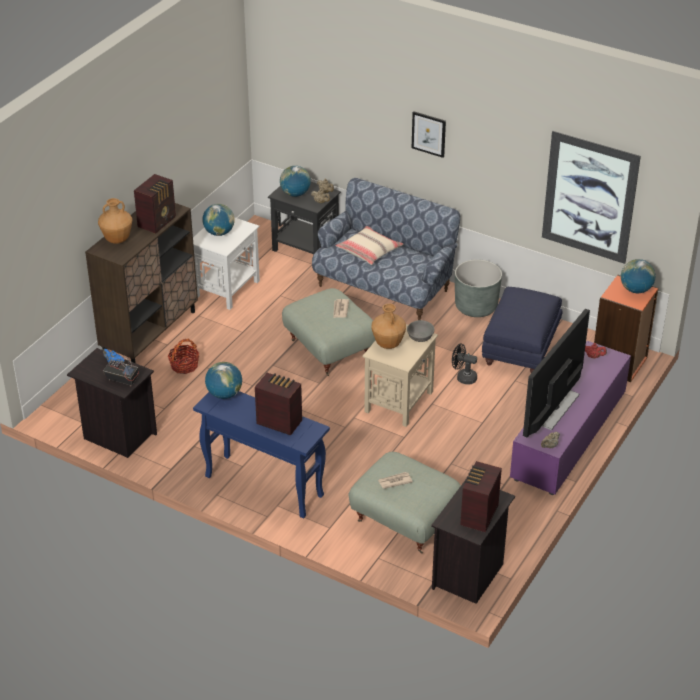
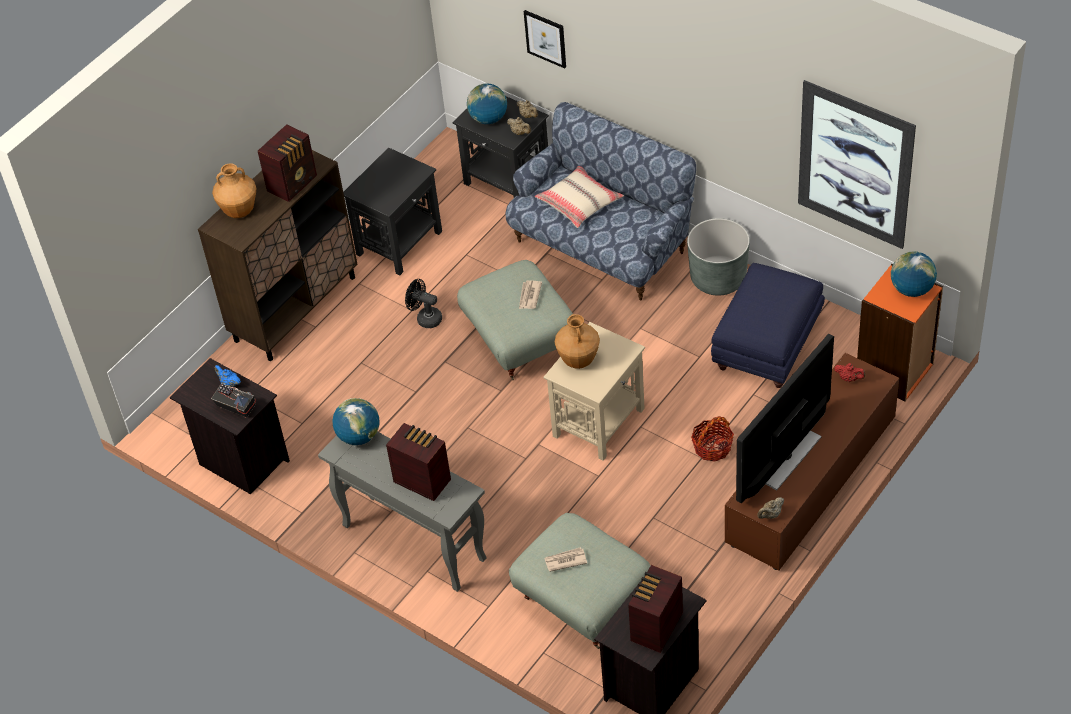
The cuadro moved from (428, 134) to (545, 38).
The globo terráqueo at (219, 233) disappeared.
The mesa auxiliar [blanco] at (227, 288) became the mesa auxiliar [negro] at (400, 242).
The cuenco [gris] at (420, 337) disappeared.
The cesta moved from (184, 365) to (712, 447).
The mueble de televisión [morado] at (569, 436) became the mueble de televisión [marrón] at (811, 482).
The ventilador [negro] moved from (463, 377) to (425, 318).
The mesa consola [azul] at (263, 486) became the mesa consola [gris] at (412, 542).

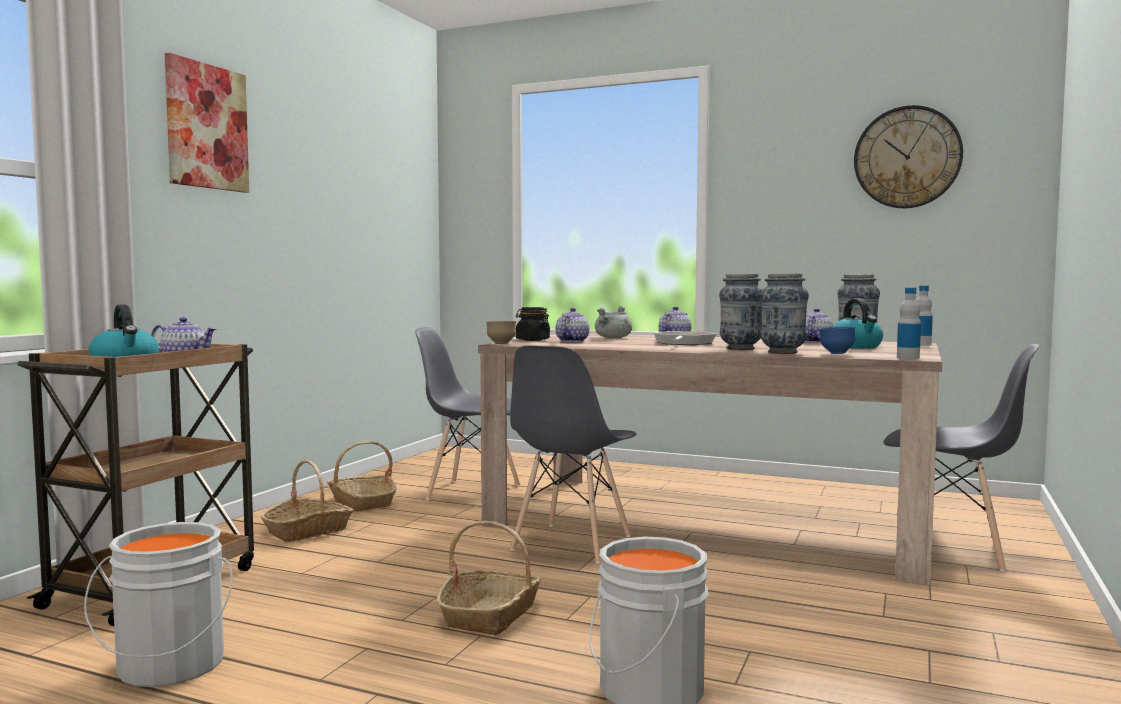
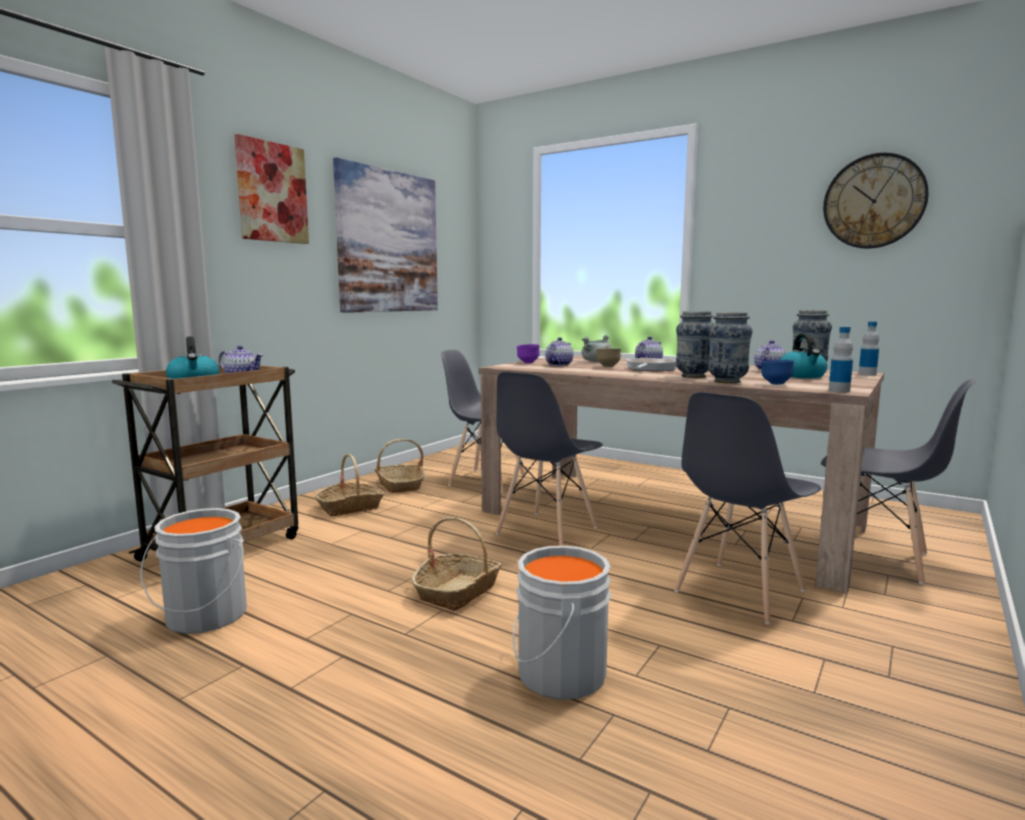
The tarro [negro] at (532, 340) was replaced by the cuenco [morado] at (528, 363).
The cuenco [marrón] moved from (501, 344) to (608, 367).
The cuadro at (388, 242) appeared.
The silla [gris] at (739, 591) appeared.

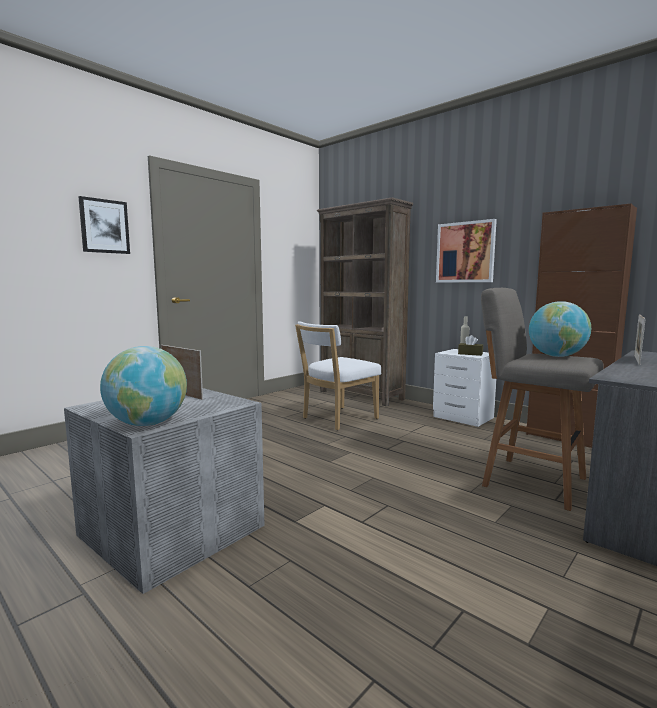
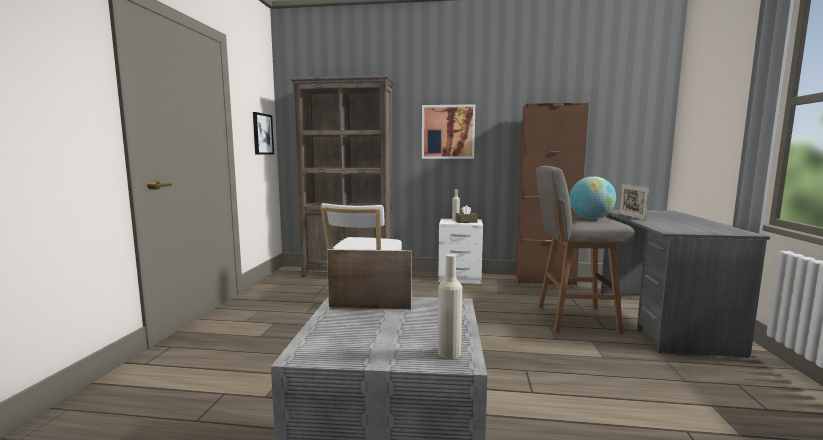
The cuadro moved from (104, 226) to (262, 134).
The globo terráqueo at (147, 424) was replaced by the botella [beis] at (449, 353).

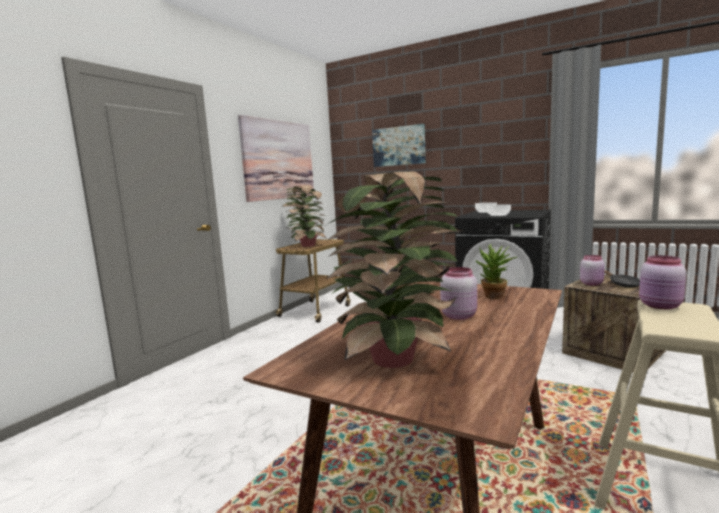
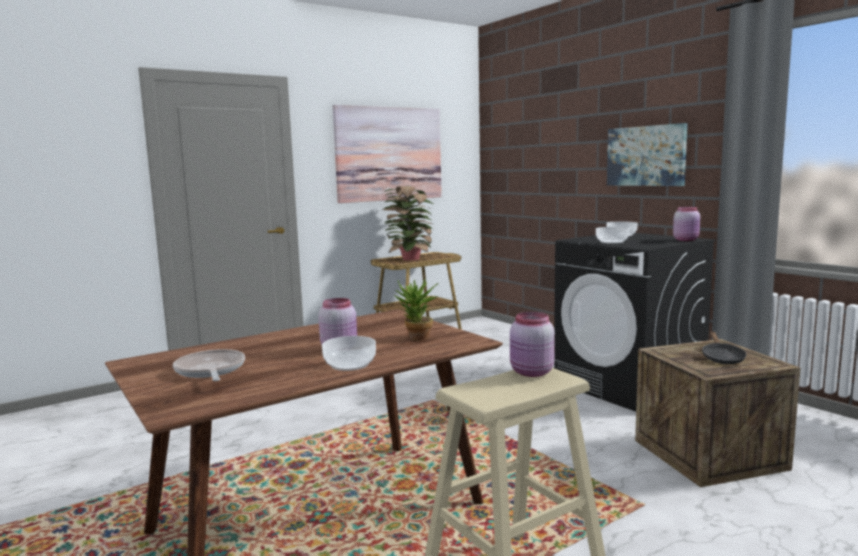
The cuadro moved from (398, 146) to (646, 156).
The planta en maceta at (397, 360) was replaced by the sartén at (210, 371).
The tarro [rosa] moved from (592, 283) to (686, 240).
The cuenco at (349, 364) appeared.

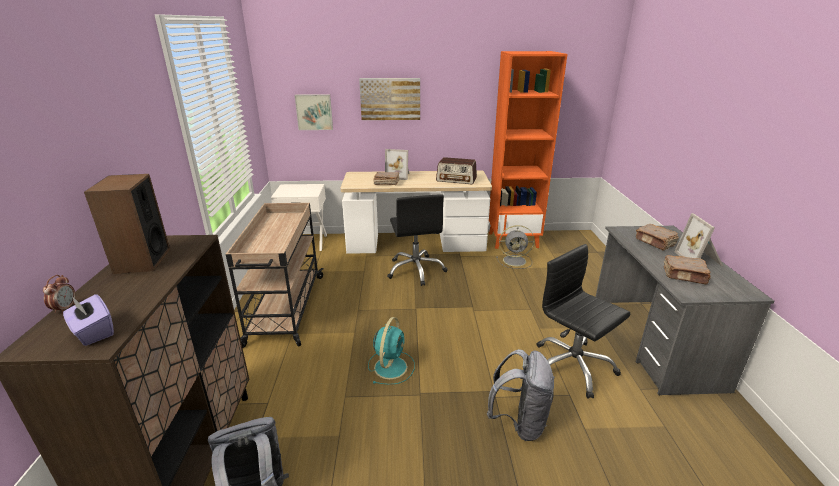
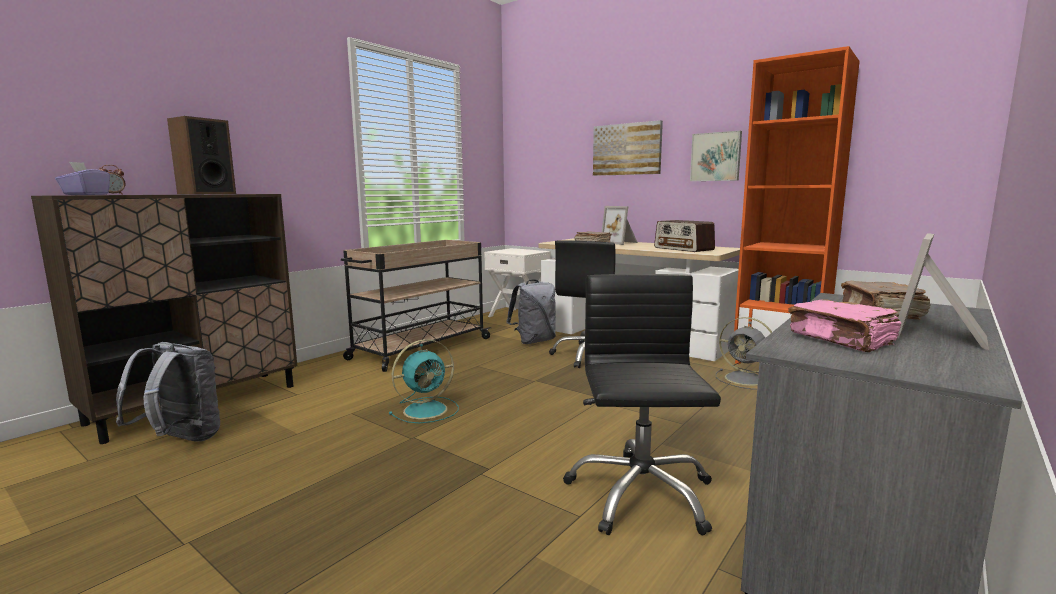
The cuadro moved from (314, 112) to (716, 157).
The libro [marrón] at (684, 276) became the libro [rosa] at (841, 340).
The mochila [gris] moved from (519, 422) to (534, 341).

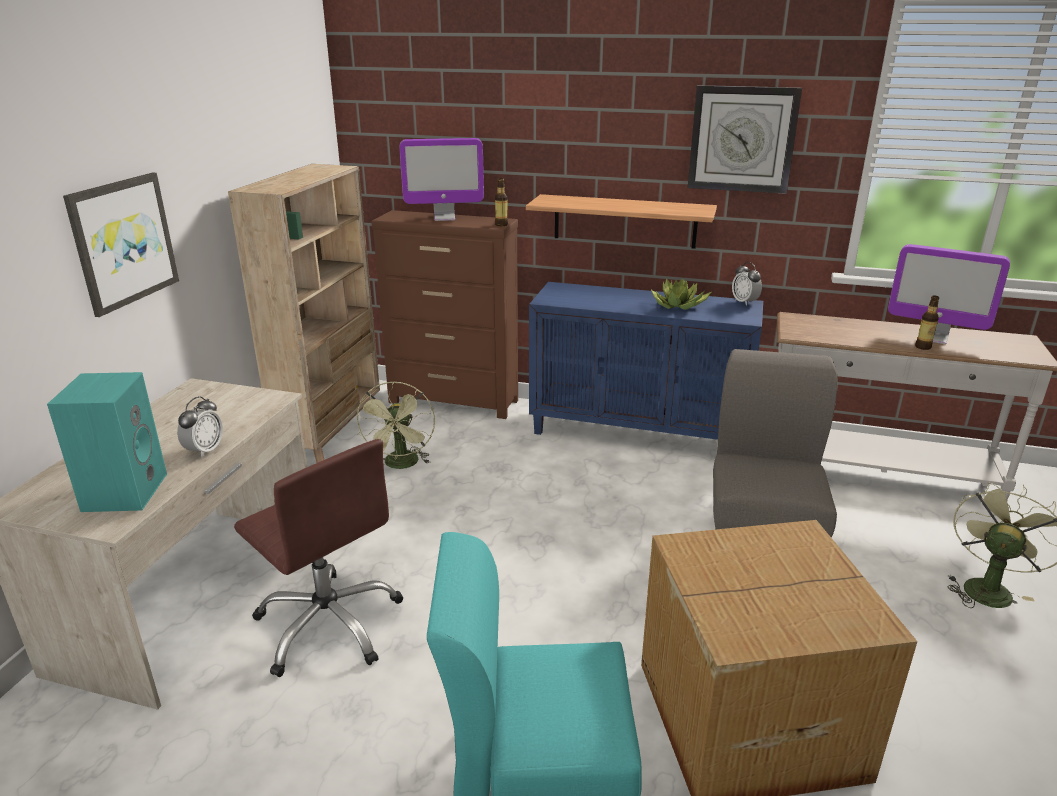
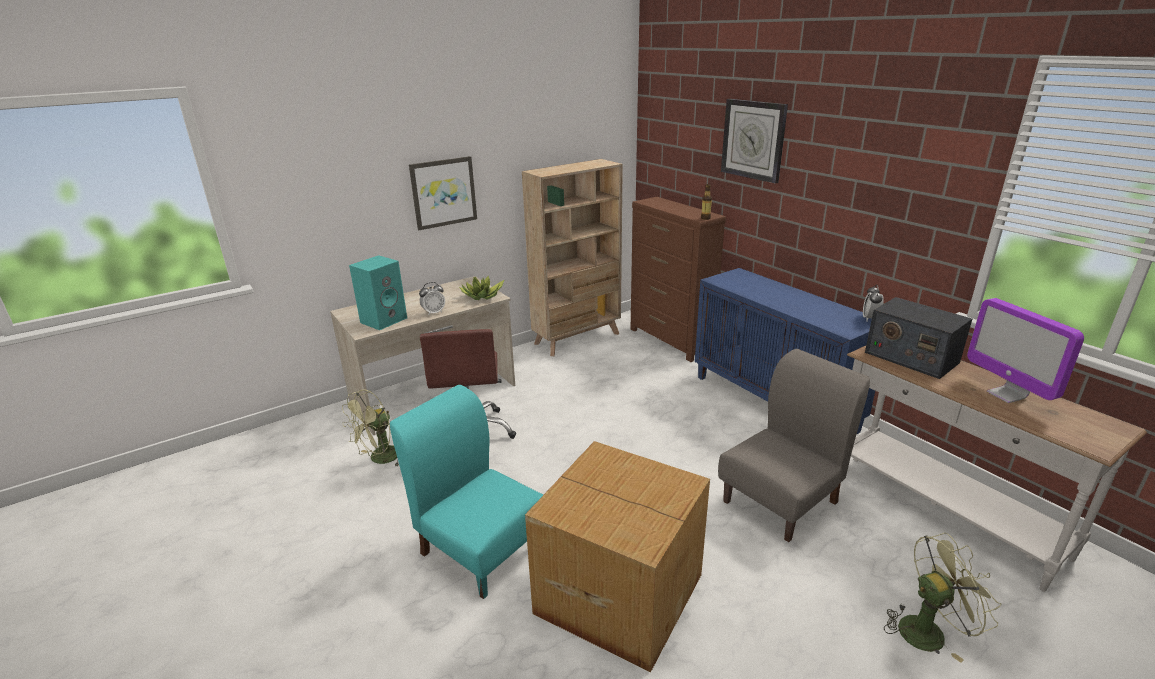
The reloj de pared moved from (742, 139) to (753, 140).
The monitor at (444, 218) disappeared.
The estante at (624, 221) disappeared.
The planta en maceta moved from (678, 305) to (483, 296).
The botella at (923, 347) disappeared.
The ventilador [verde] moved from (402, 465) to (380, 459).
The radio at (910, 357) appeared.

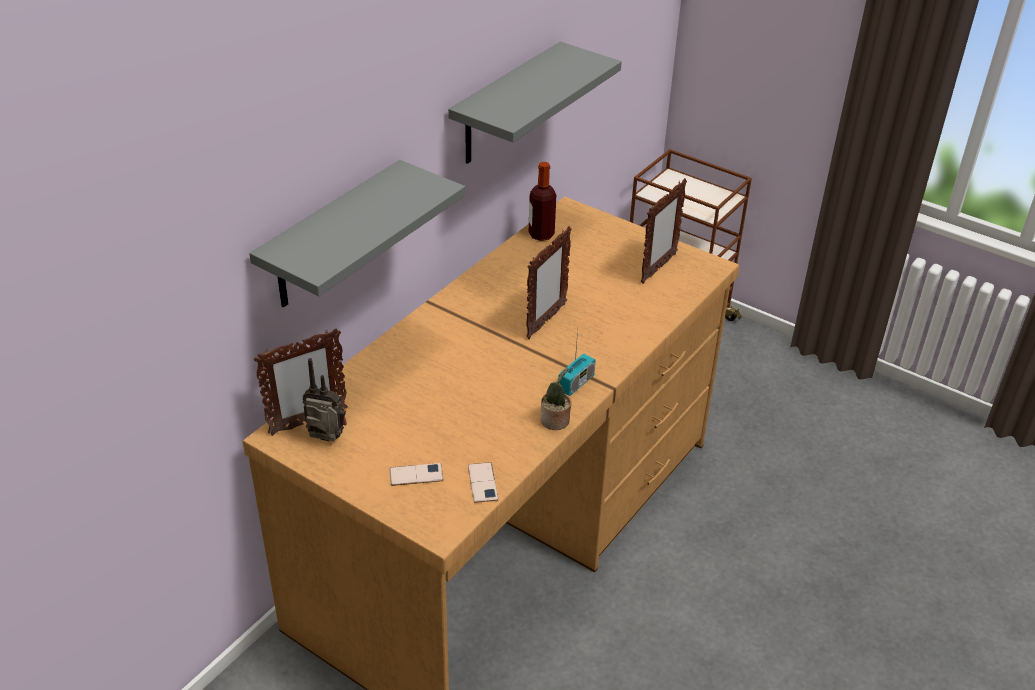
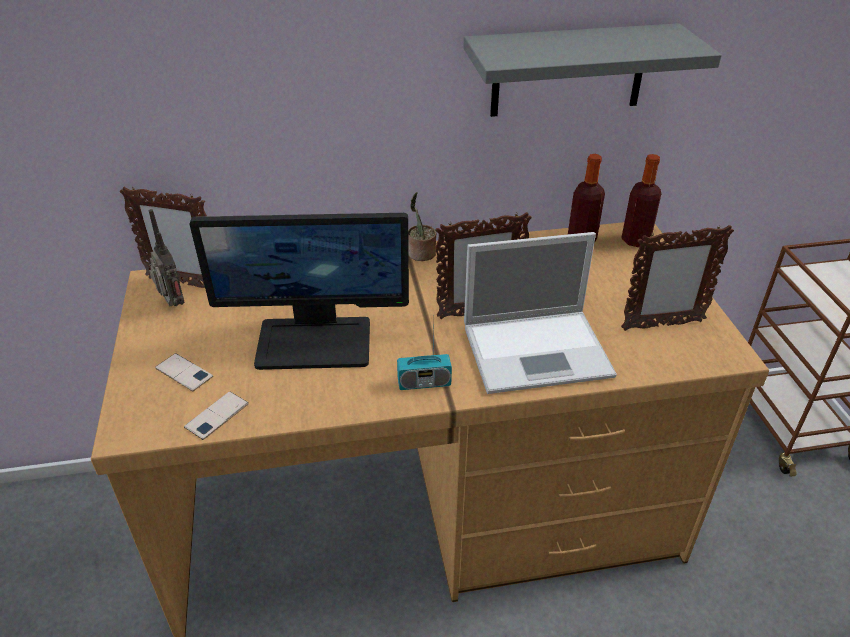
The estante [gris] at (332, 237) disappeared.
The planta en maceta moved from (555, 421) to (421, 254).
The botella at (635, 240) appeared.
The monitor at (315, 341) appeared.
The portátil at (539, 350) appeared.

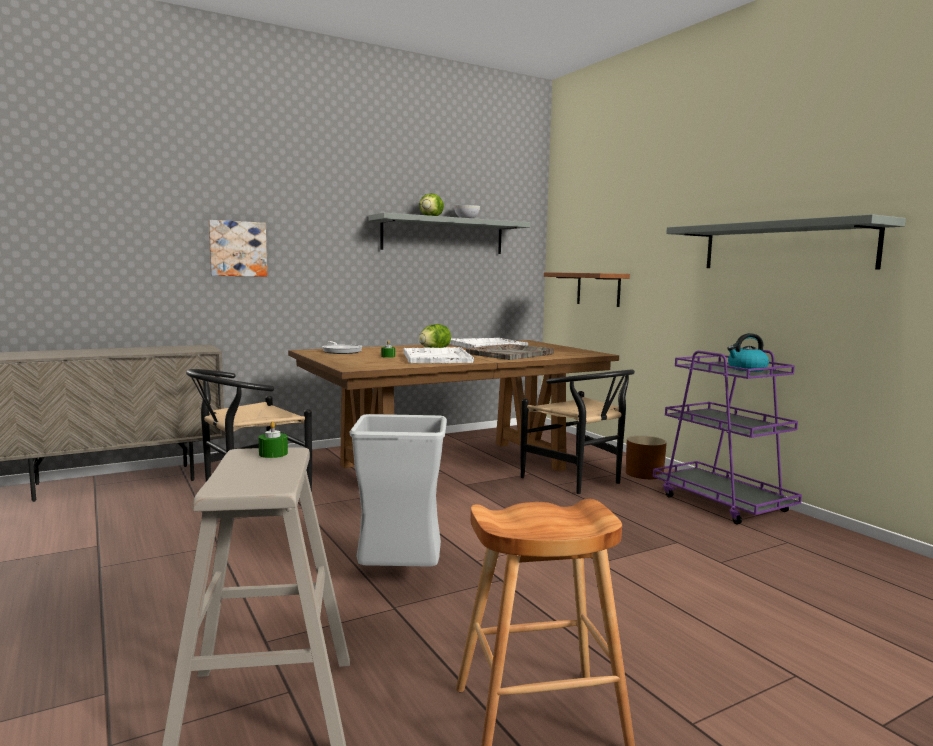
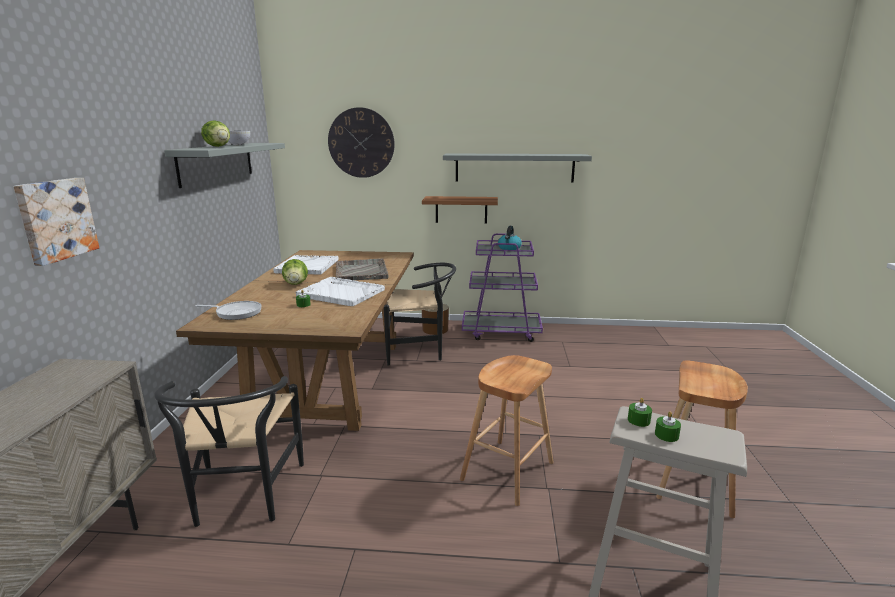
The estante moved from (598, 289) to (461, 209).
The papelera [gris] at (400, 579) was replaced by the taburete [marrón] at (507, 471).
The reloj de pared at (361, 143) appeared.
The vela [verde] at (666, 435) appeared.

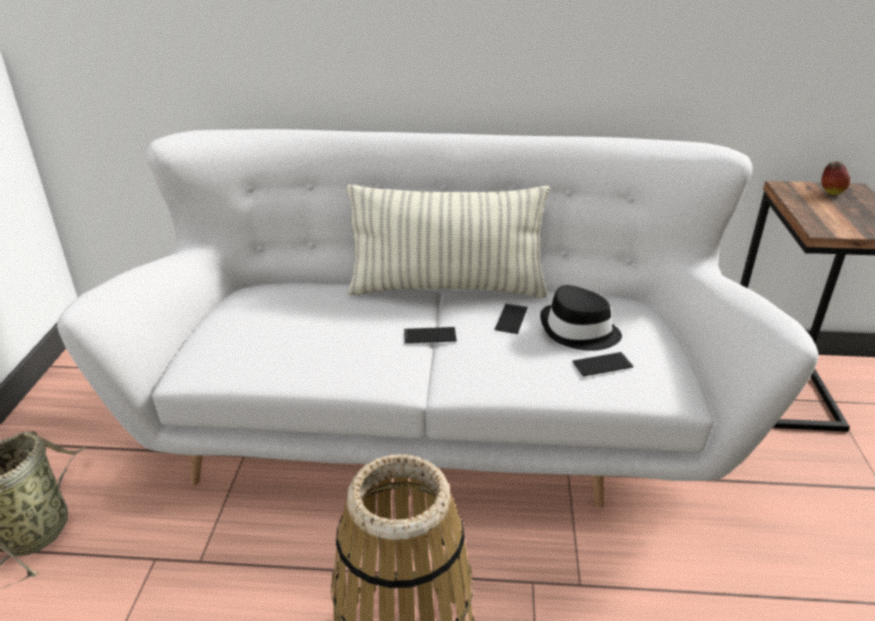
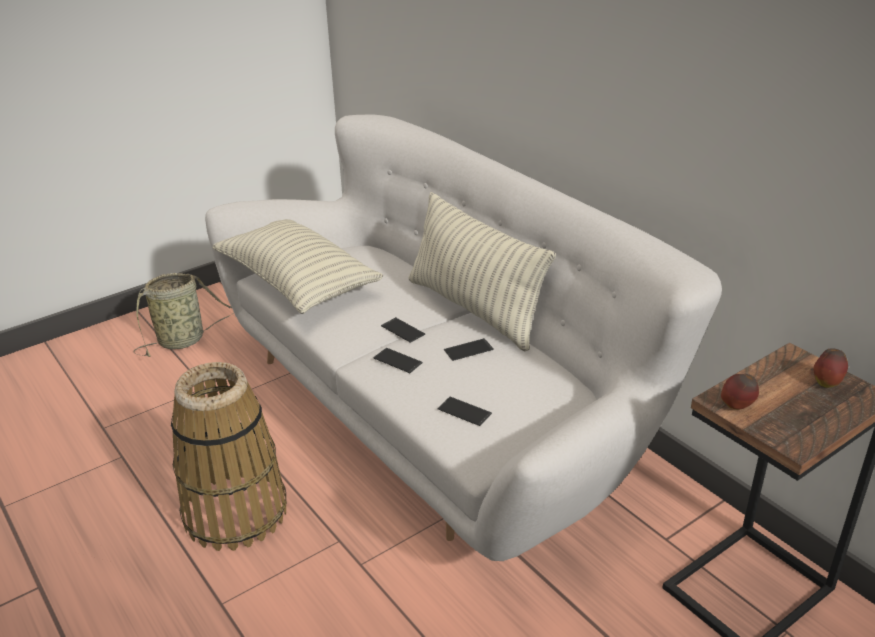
The sombrero [negro] at (578, 331) disappeared.
The cojín at (297, 283) appeared.
The móvil at (398, 360) appeared.
The manzana at (737, 407) appeared.

